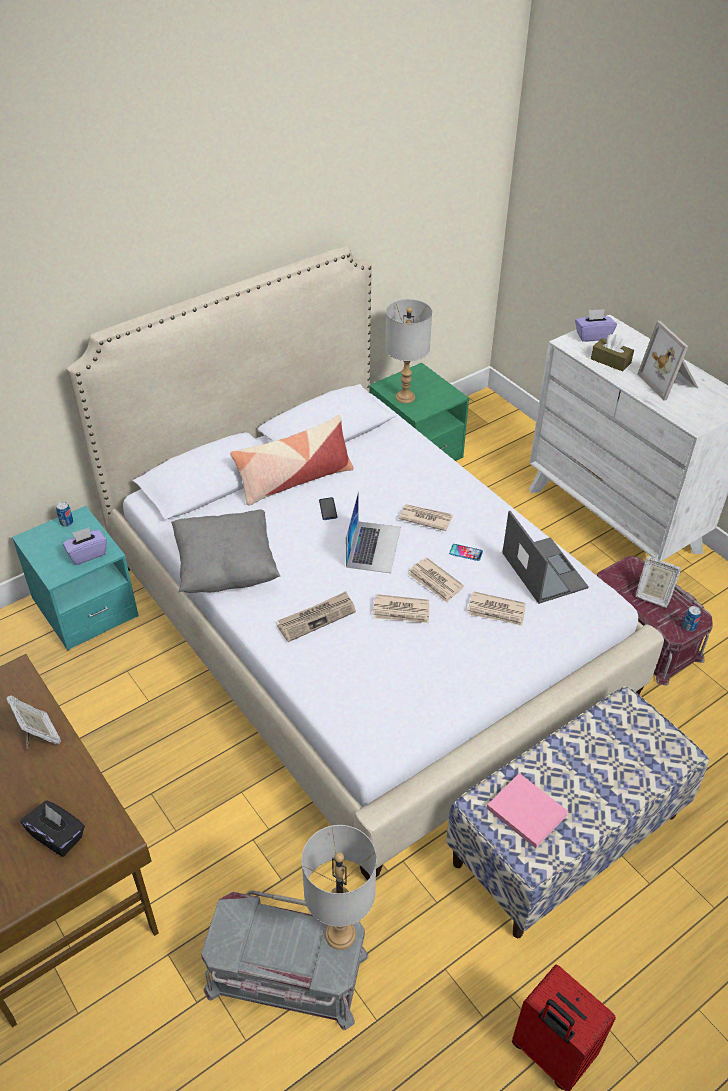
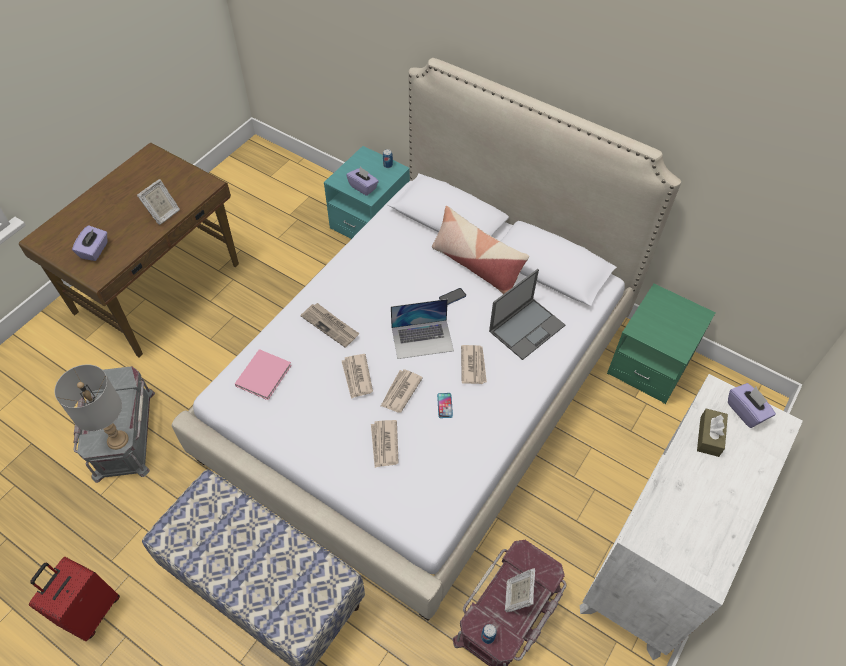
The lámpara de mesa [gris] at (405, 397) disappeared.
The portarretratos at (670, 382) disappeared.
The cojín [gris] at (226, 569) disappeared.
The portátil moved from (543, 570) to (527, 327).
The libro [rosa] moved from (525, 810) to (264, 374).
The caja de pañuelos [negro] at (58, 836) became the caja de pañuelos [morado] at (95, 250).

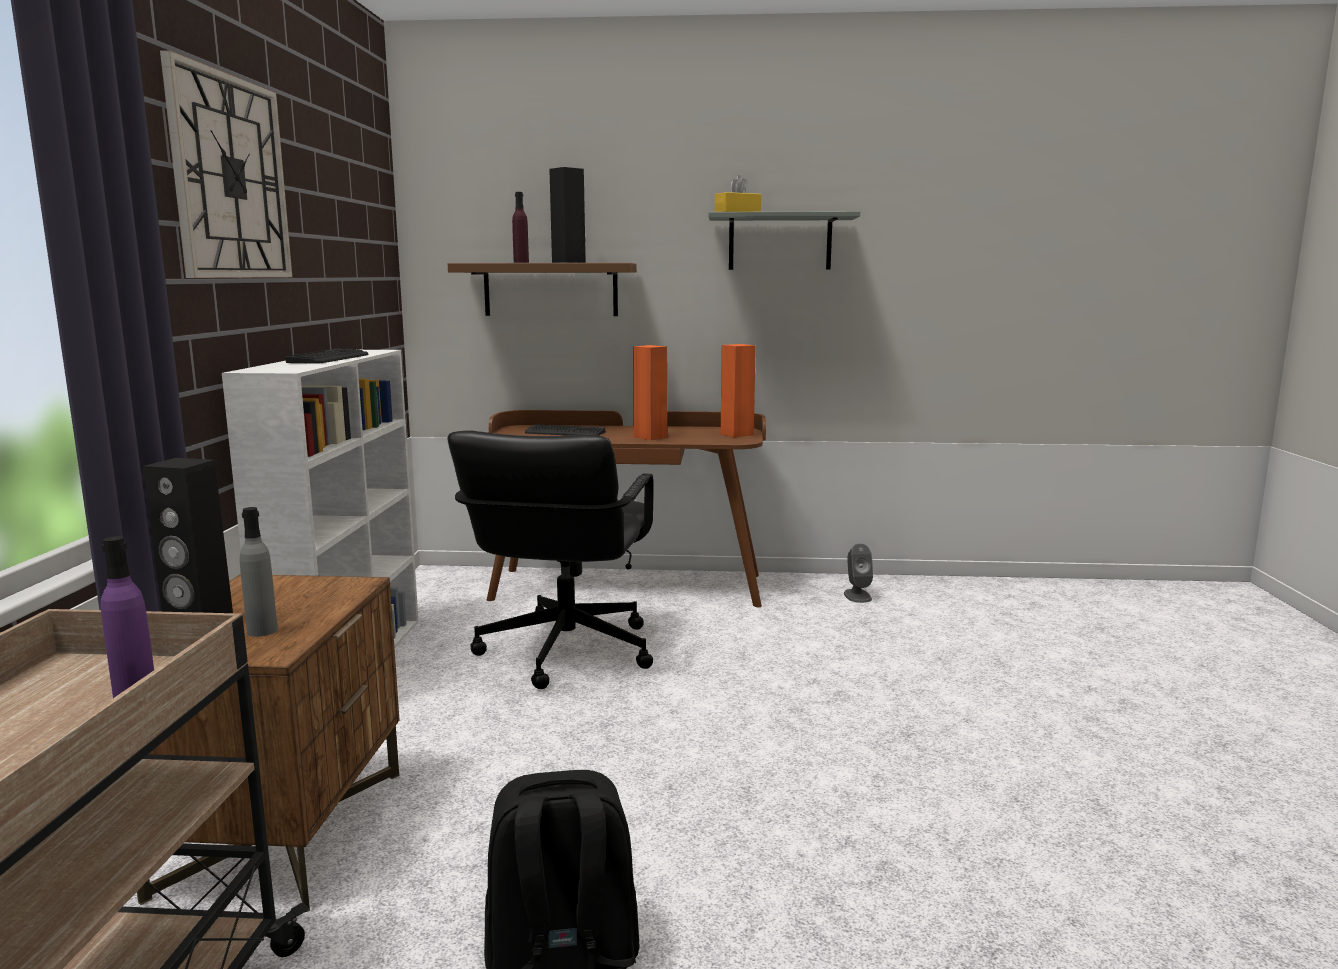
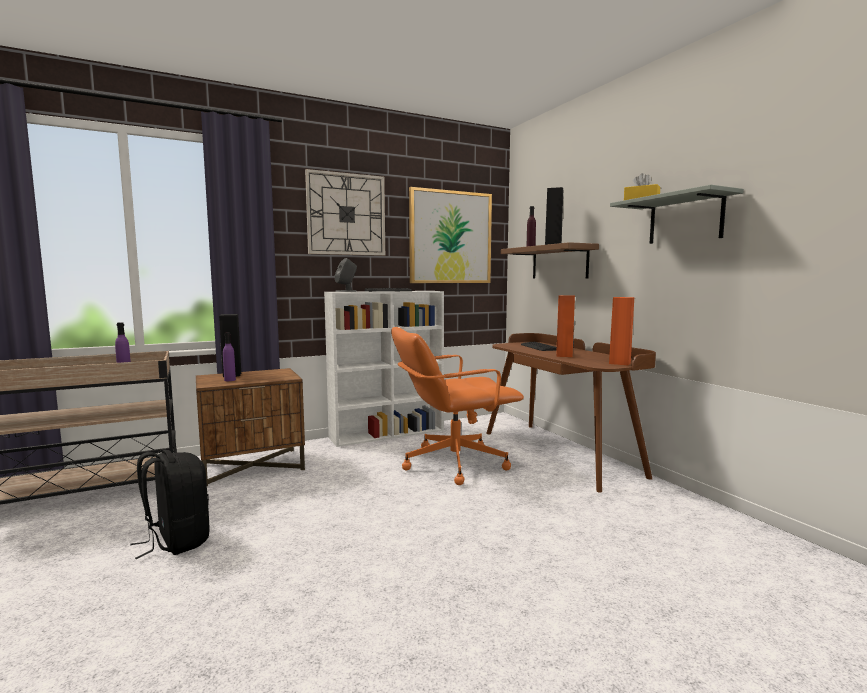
The silla de oficina [negro] at (565, 652) became the silla de oficina [naranja] at (453, 463).
The botella [gris] at (262, 631) became the botella [morado] at (230, 380).
The altavoz [gris] moved from (857, 596) to (346, 291).
The cuadro at (450, 237) appeared.

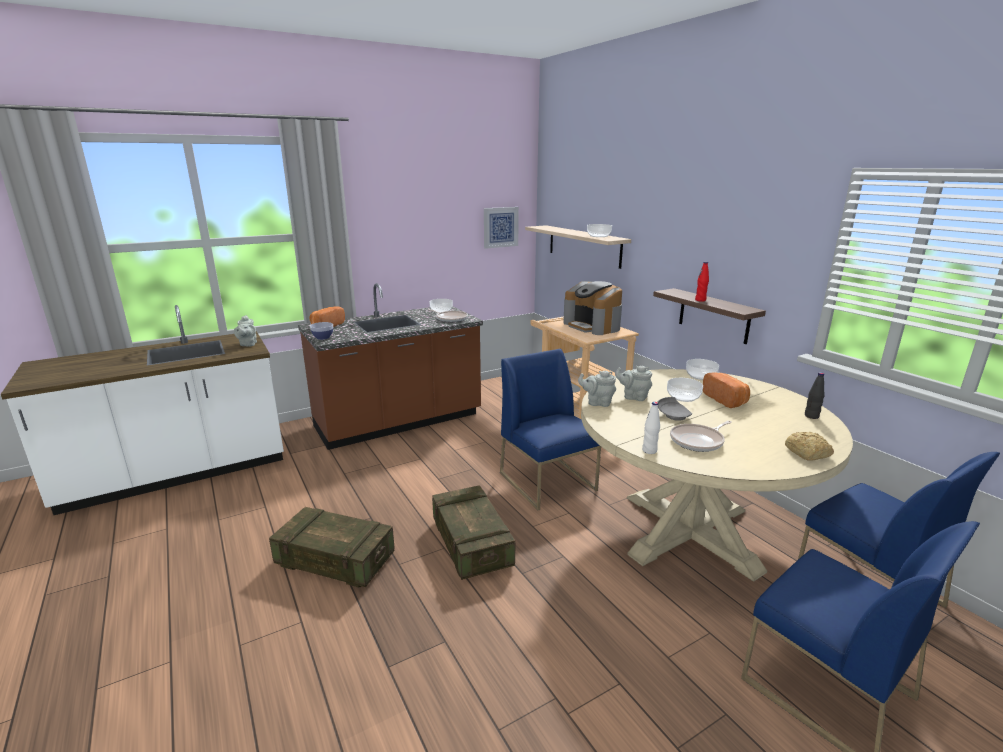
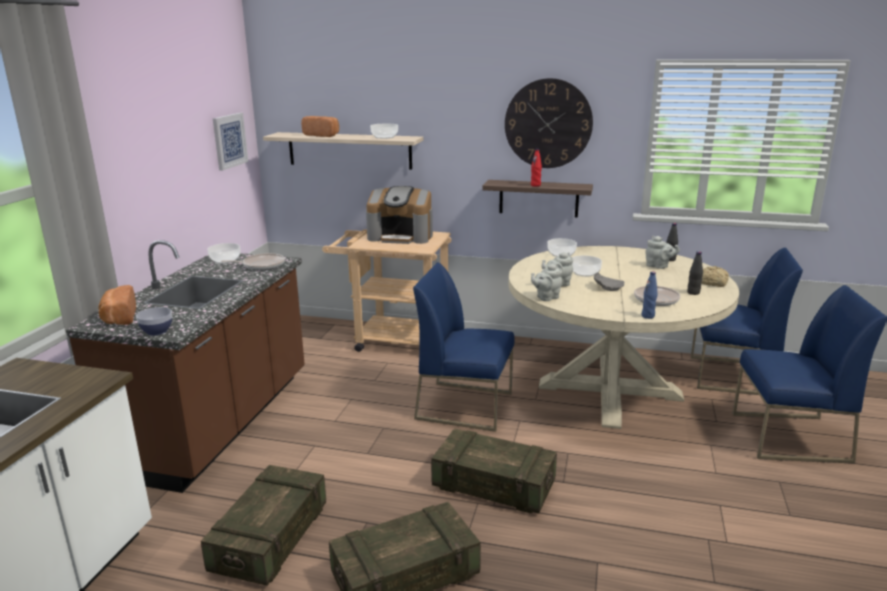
The tetera [gris] moved from (248, 344) to (658, 266).
The pan moved from (726, 400) to (323, 135).
The botella [blanco] at (649, 450) became the botella [azul] at (648, 316).
The reloj de pared at (548, 124) appeared.
The botella [negro] at (693, 293) appeared.
The caja de embalaje at (271, 539) appeared.

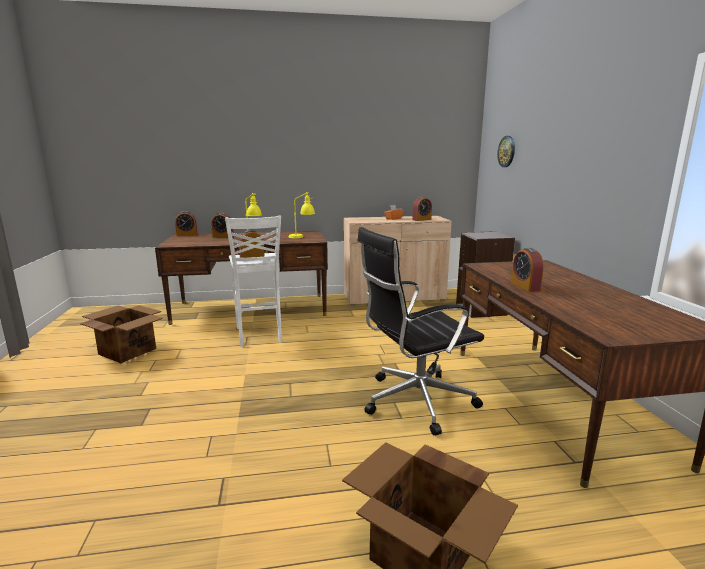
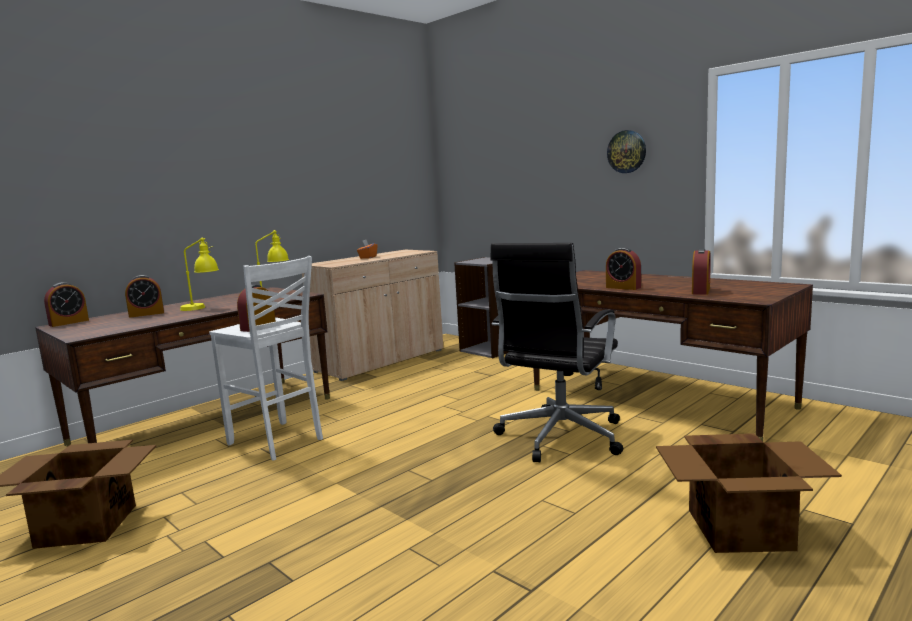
The reloj de pared moved from (506, 151) to (626, 151).
The despertador moved from (421, 220) to (701, 291).

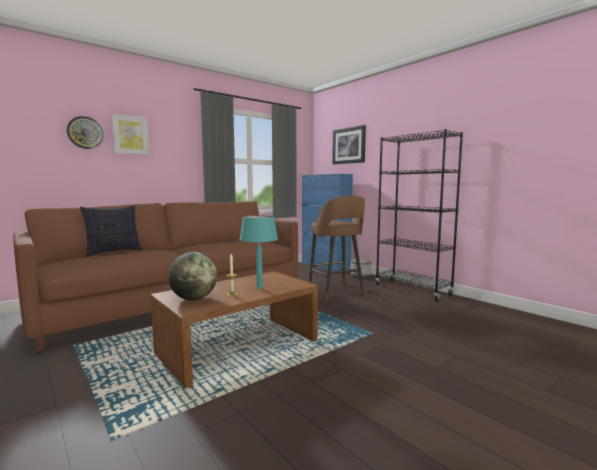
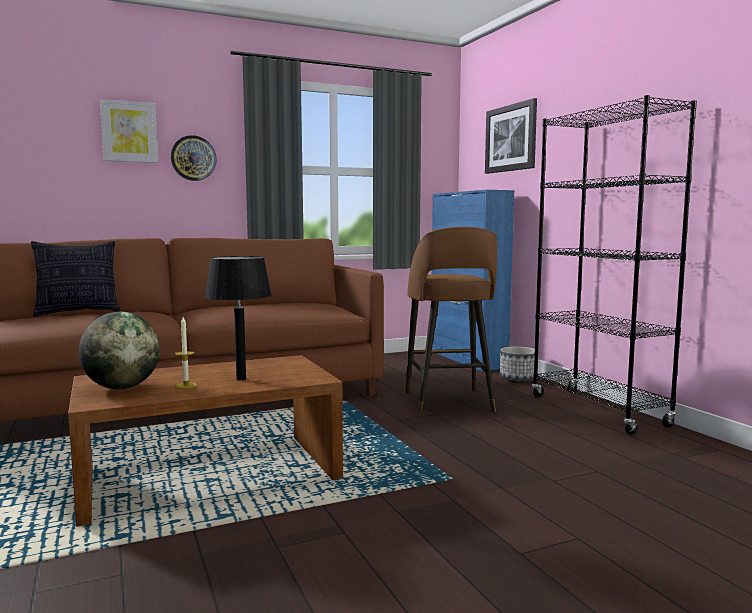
The reloj de pared moved from (85, 132) to (193, 158).
The lámpara de mesa [turquesa] at (259, 288) became the lámpara de mesa [negro] at (240, 379).

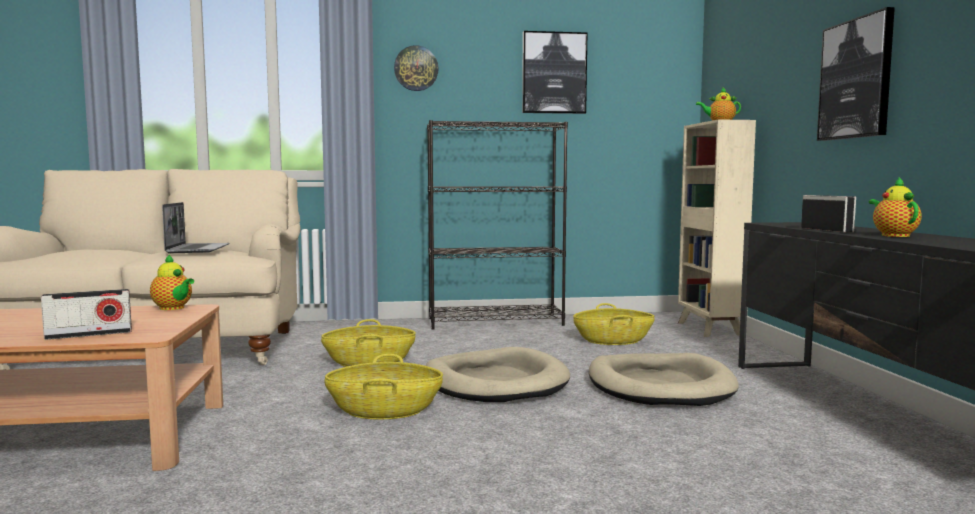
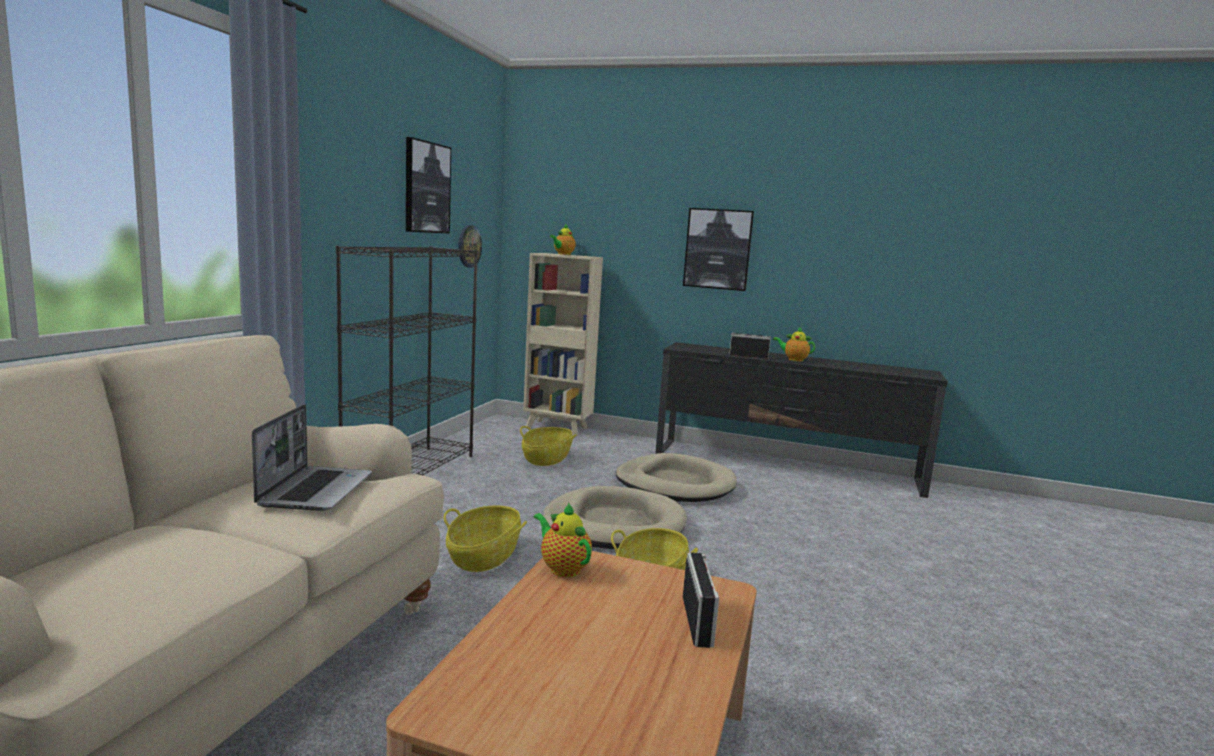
The reloj de pared moved from (416, 68) to (469, 246).
The portátil at (197, 249) turned 75 degrees clockwise.
The tetera at (173, 308) turned 105 degrees counterclockwise.

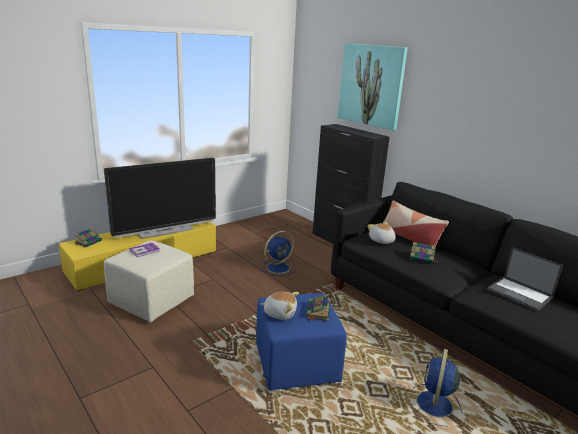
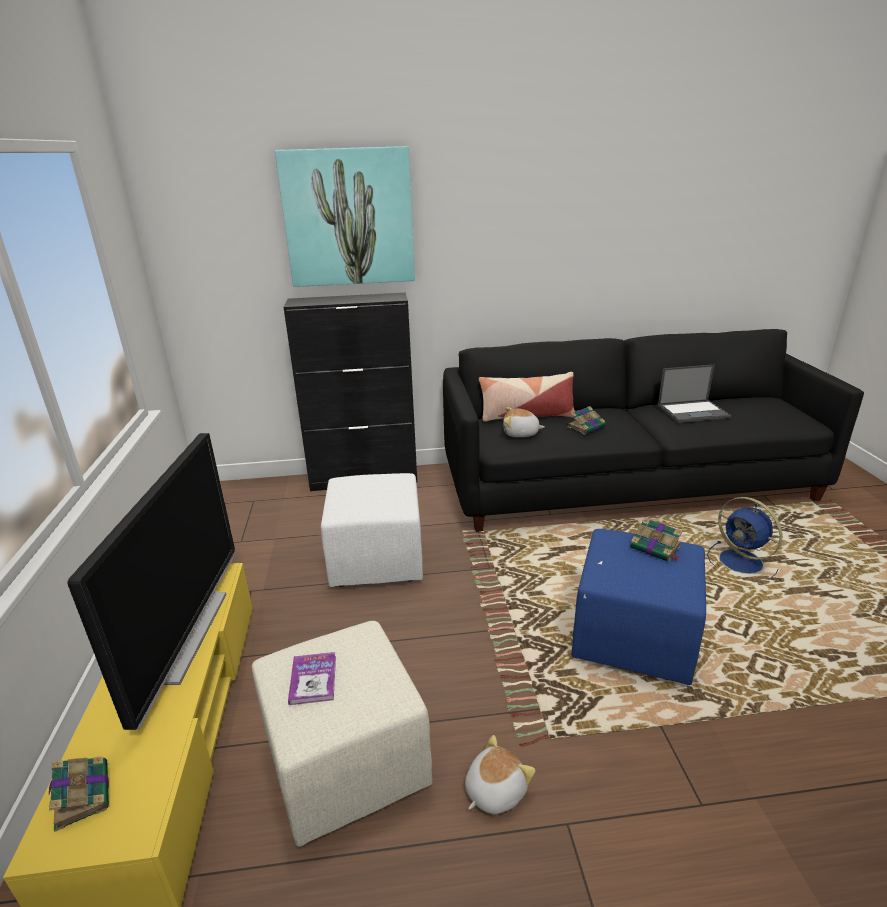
The ventilador [azul] at (279, 267) was replaced by the puf [blanco] at (376, 559).
The peluche moved from (280, 313) to (494, 790).

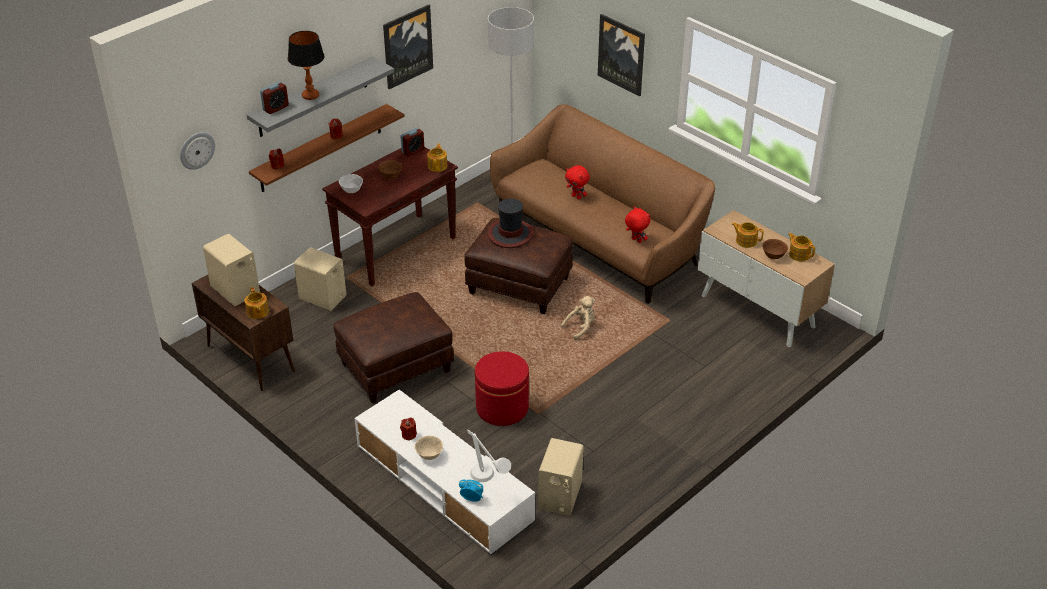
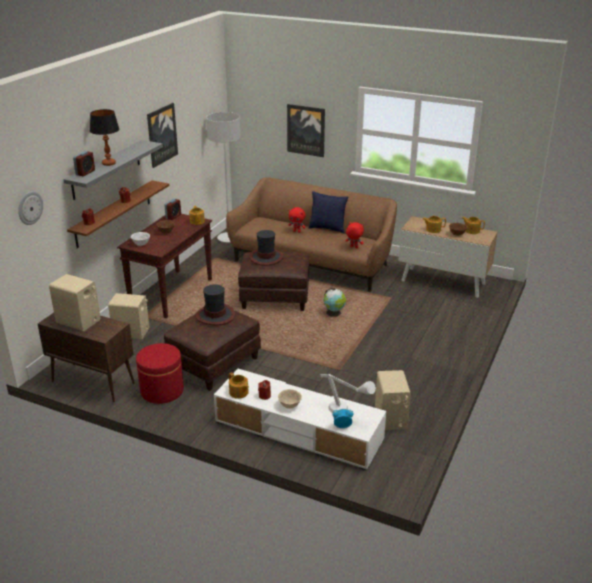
The tetera moved from (257, 312) to (239, 393).
The peluche [beis] at (581, 327) was replaced by the globo terráqueo at (334, 313).
The puf [rojo] moved from (502, 408) to (162, 391).
The cojín [azul] at (327, 228) appeared.
The sombrero at (215, 315) appeared.

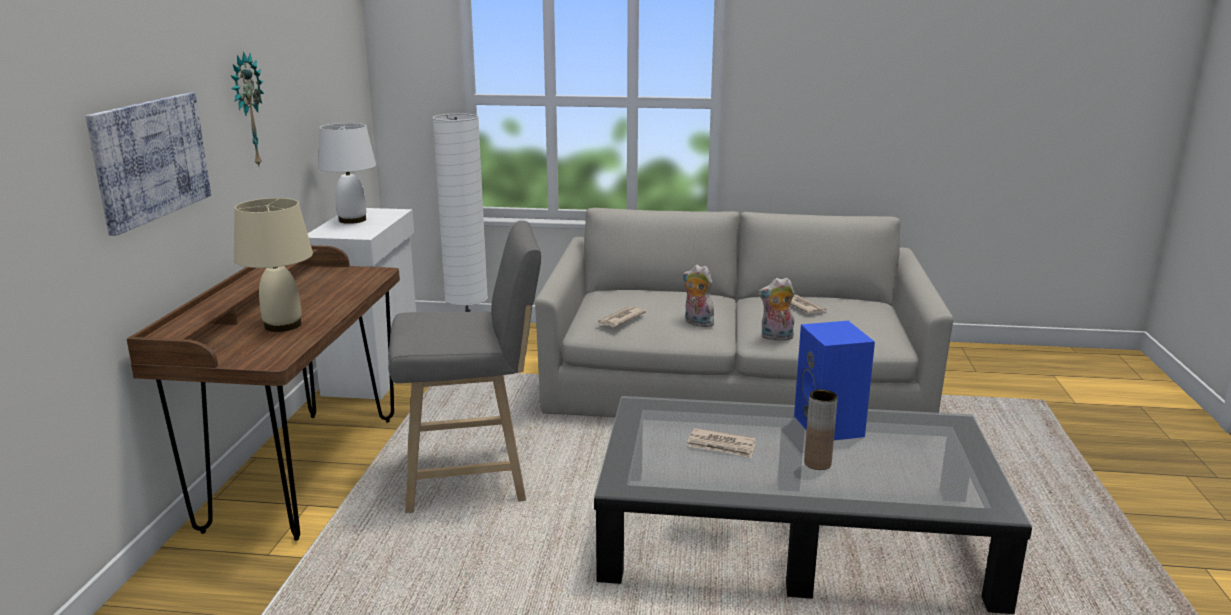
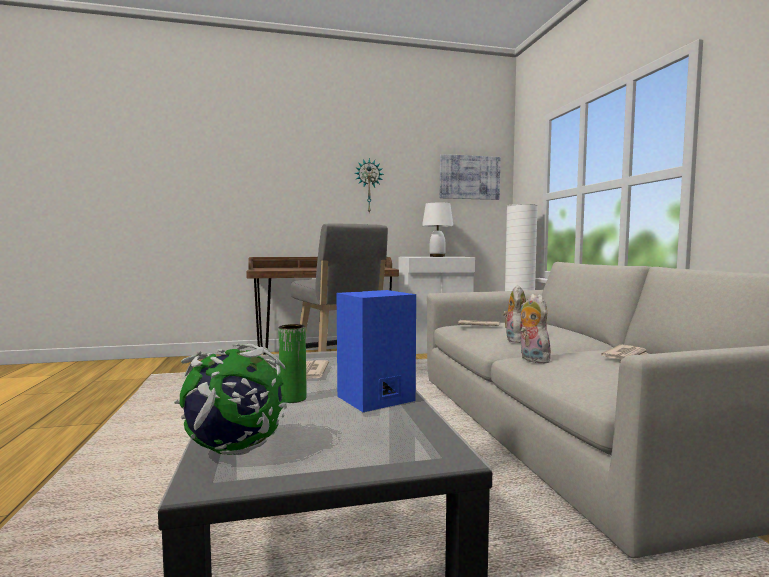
The cuadro moved from (150, 159) to (469, 177).
The lámpara de mesa [beis] at (283, 325) disappeared.
The florero [marrón] at (817, 463) became the florero [verde] at (293, 398).
The globo terráqueo at (234, 450) appeared.

